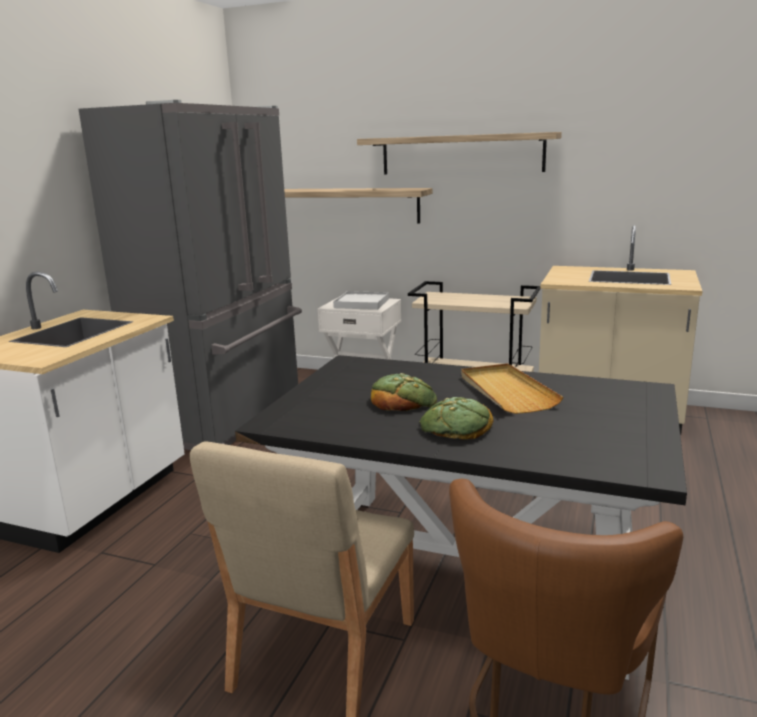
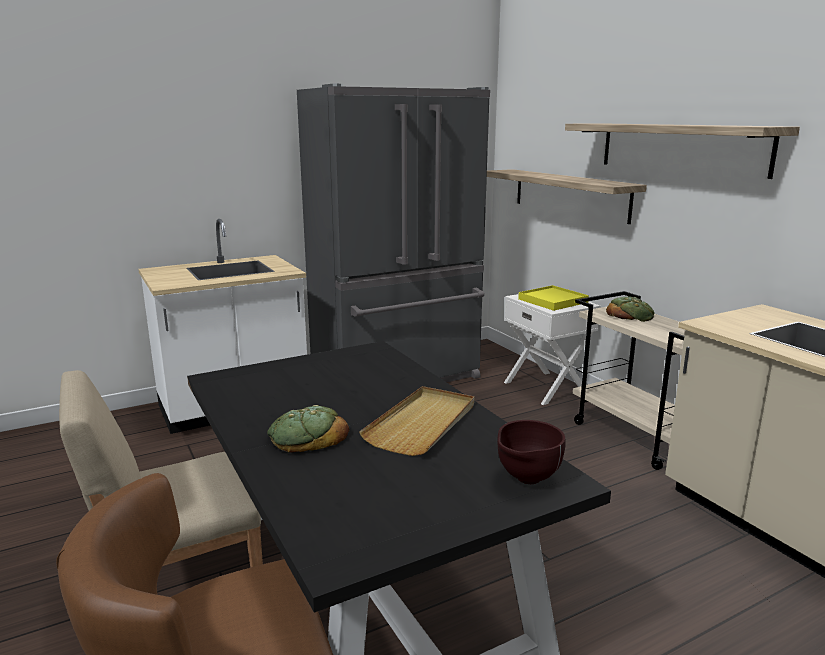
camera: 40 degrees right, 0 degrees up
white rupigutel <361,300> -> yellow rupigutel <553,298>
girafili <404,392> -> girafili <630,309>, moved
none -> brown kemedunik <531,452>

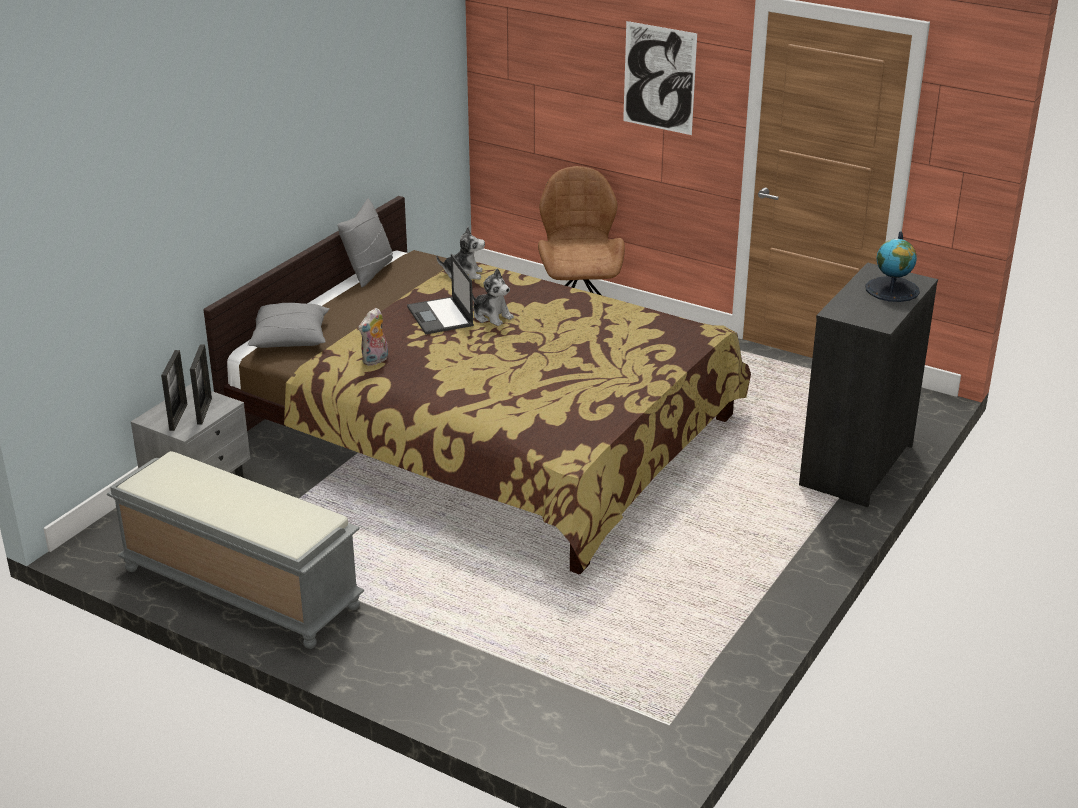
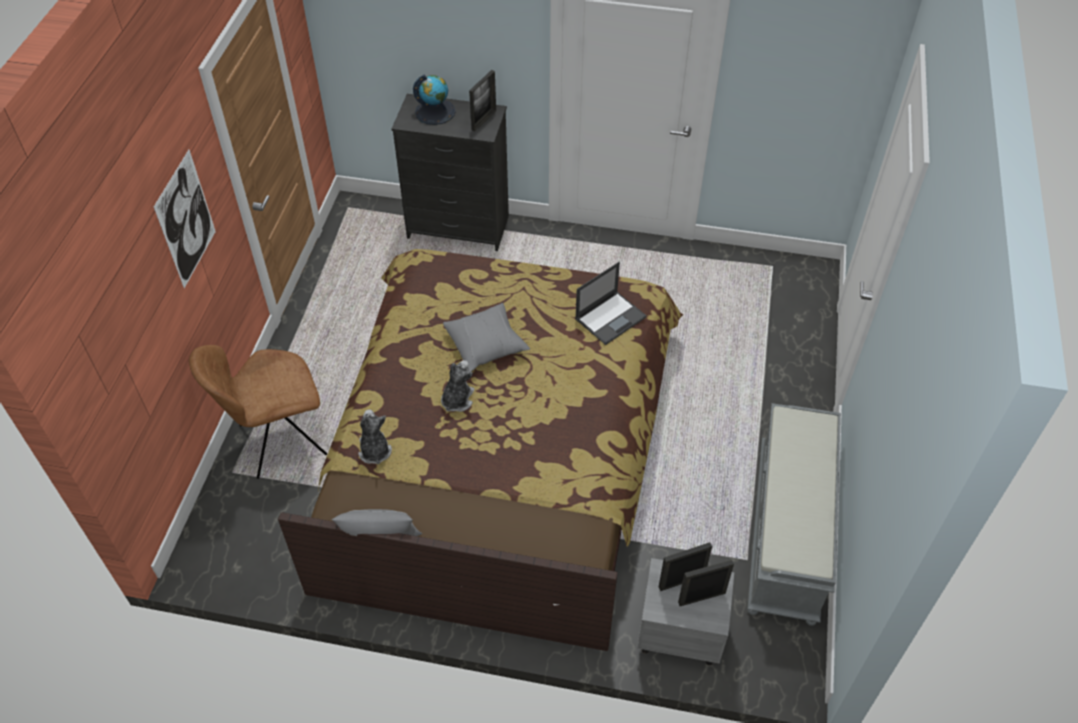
camera: 110 degrees left, 20 degrees up
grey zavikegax <289,325> -> grey zavikegax <486,337>, moved
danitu <373,337> -> none
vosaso <440,294> -> vosaso <611,303>, moved
none -> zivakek <482,100>

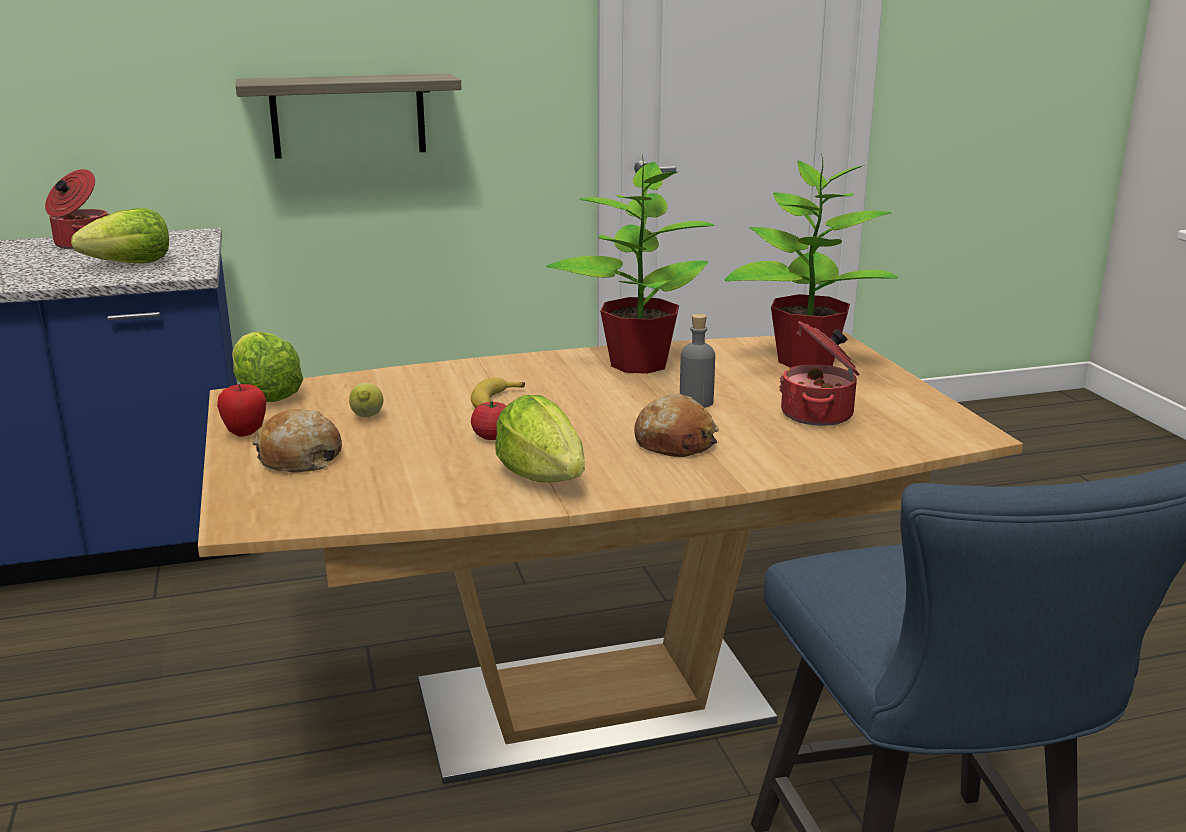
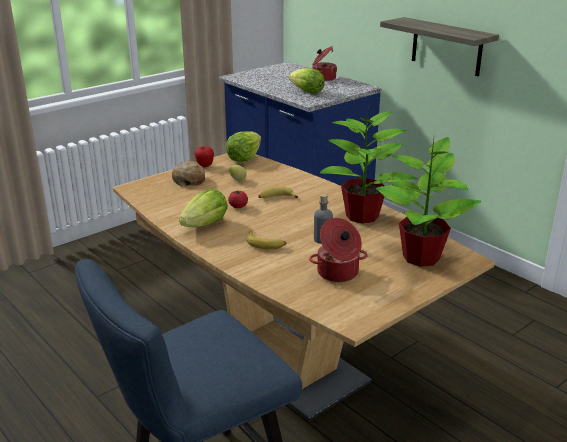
camera: 65 degrees right, 5 degrees up
girafili <676,425> -> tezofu <266,240>

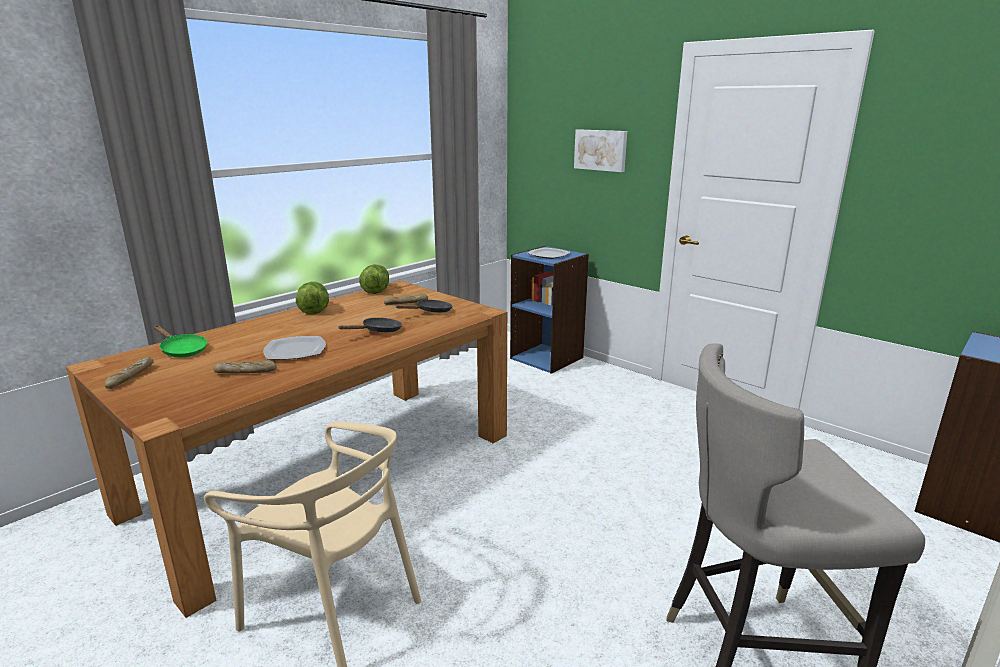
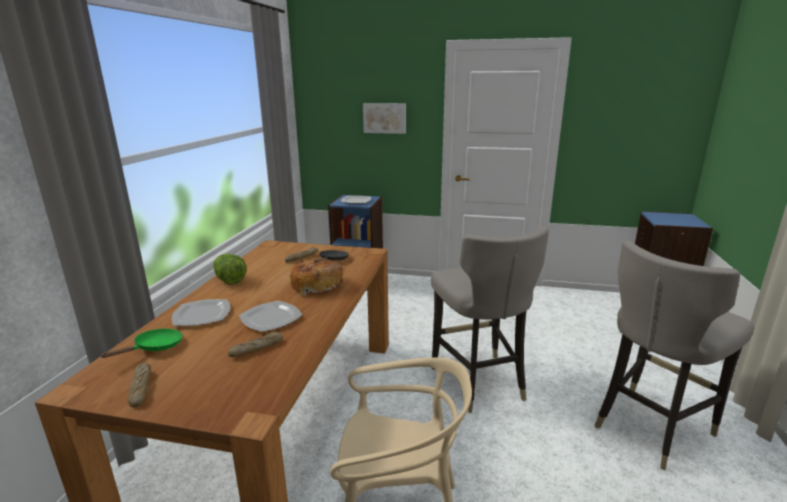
camera: 30 degrees left, 0 degrees up
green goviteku <180,341> -> green goviteku <142,343>, 60 degrees counterclockwise
black goviteku <370,325> -> girafili <316,278>
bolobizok <374,279> -> none
none -> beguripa <201,312>
none -> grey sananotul <490,319>

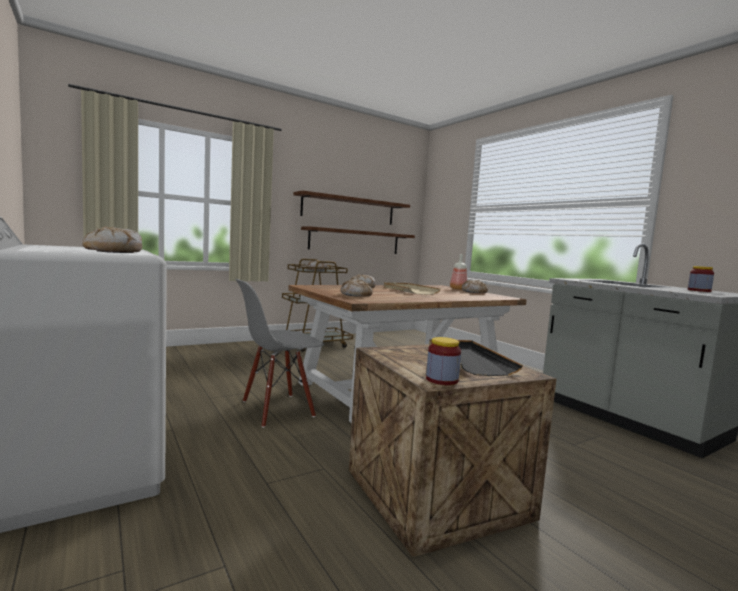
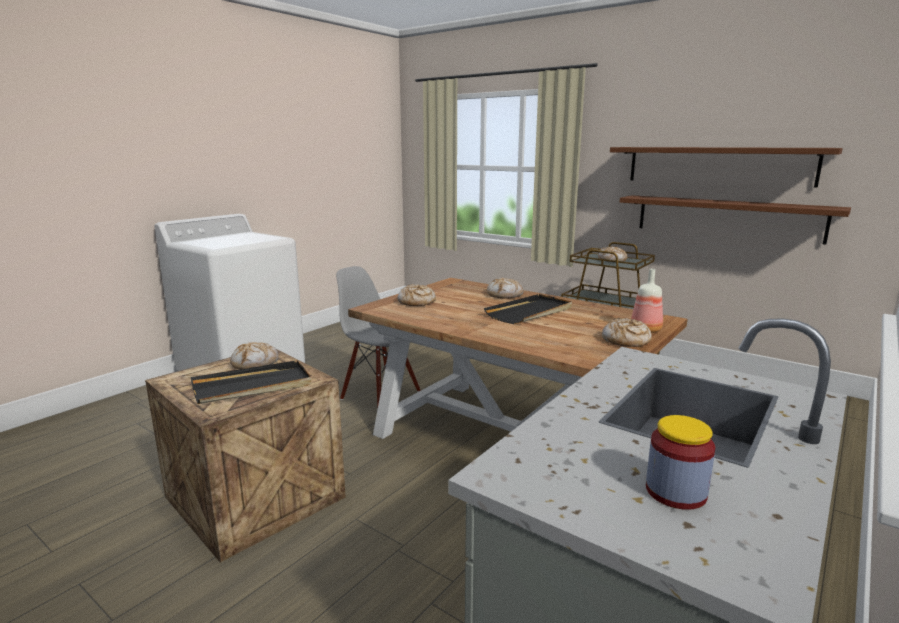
camera: 70 degrees right, 10 degrees up
girafili <112,239> -> girafili <254,355>, moved
beige rupigutel <412,288> -> black rupigutel <528,309>
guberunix <443,361> -> none

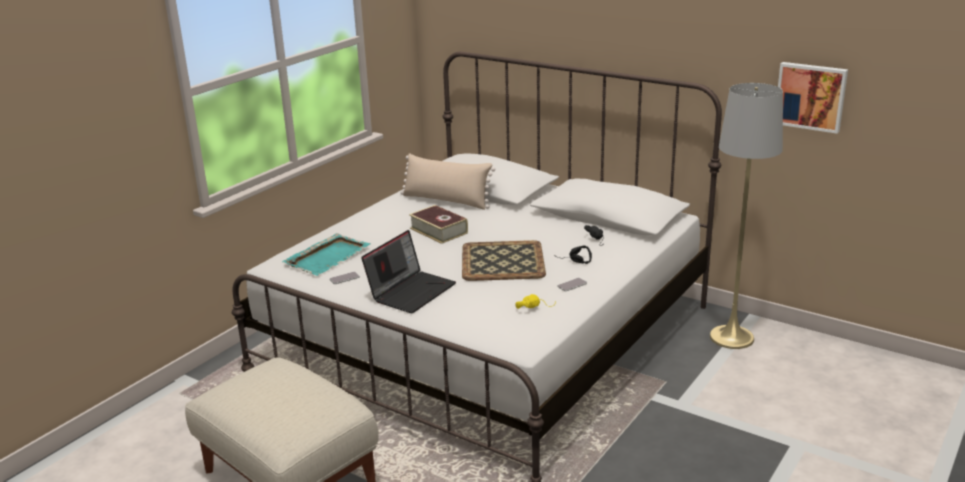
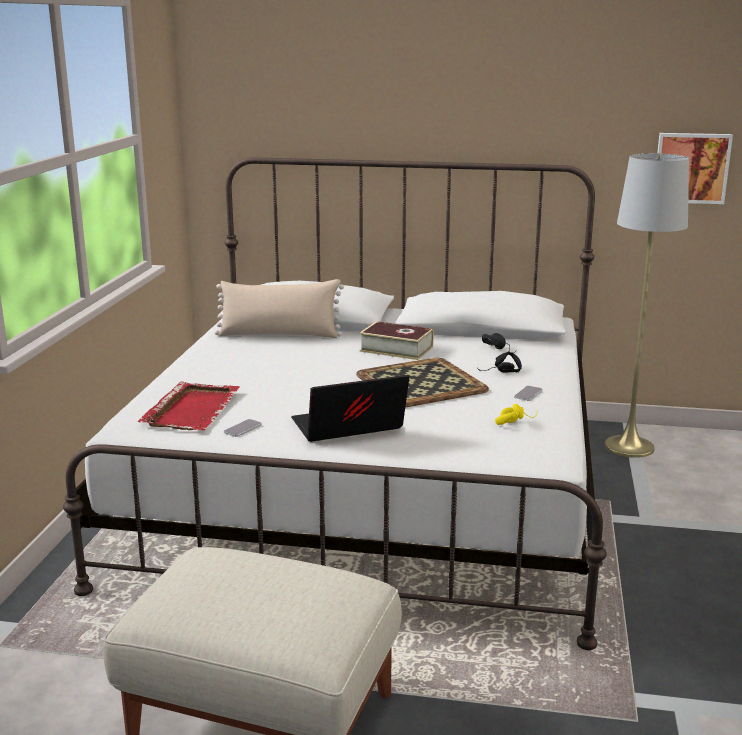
camera: 25 degrees left, 5 degrees down
turquoise rupigutel <326,254> -> red rupigutel <188,406>
vosaso <408,271> -> vosaso <350,408>, 120 degrees counterclockwise
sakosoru <438,224> -> sakosoru <396,340>, moved

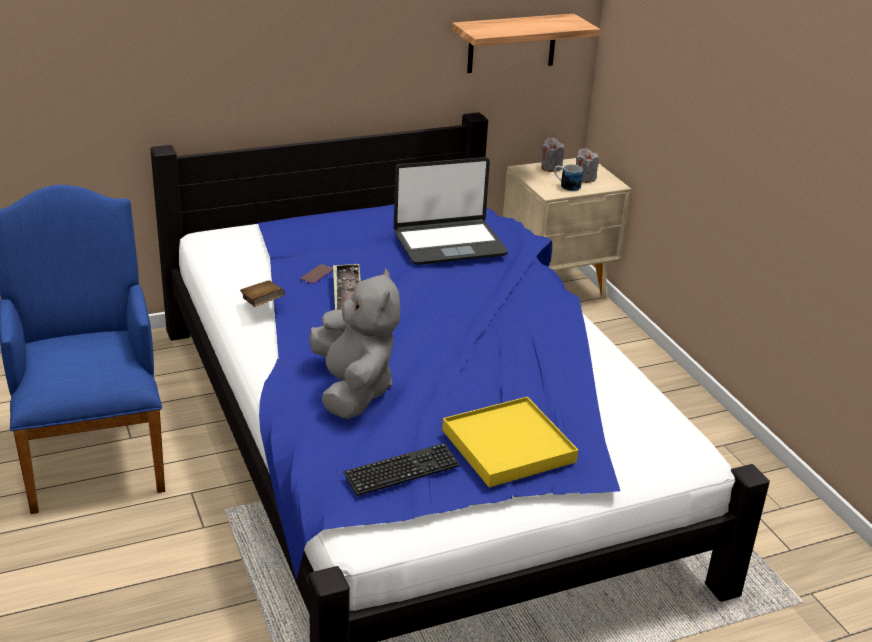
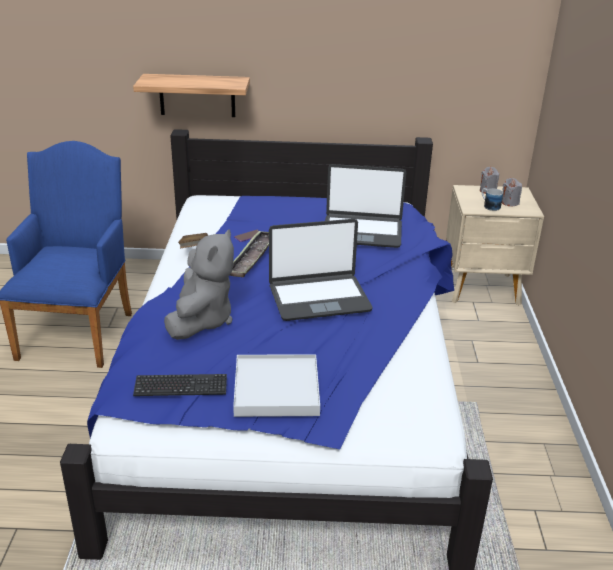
camera: 25 degrees right, 0 degrees up
yellow rupigutel <510,442> -> white rupigutel <276,385>
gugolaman <526,43> -> gugolaman <191,95>, moved
none -> vosaso <321,270>

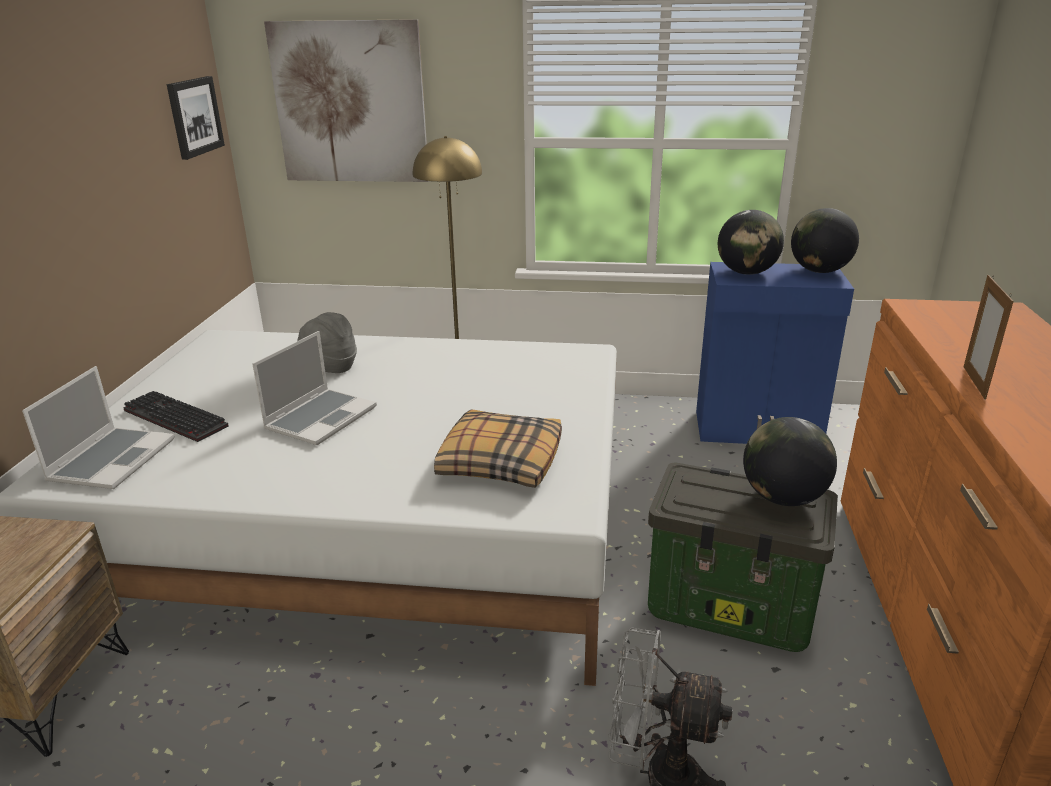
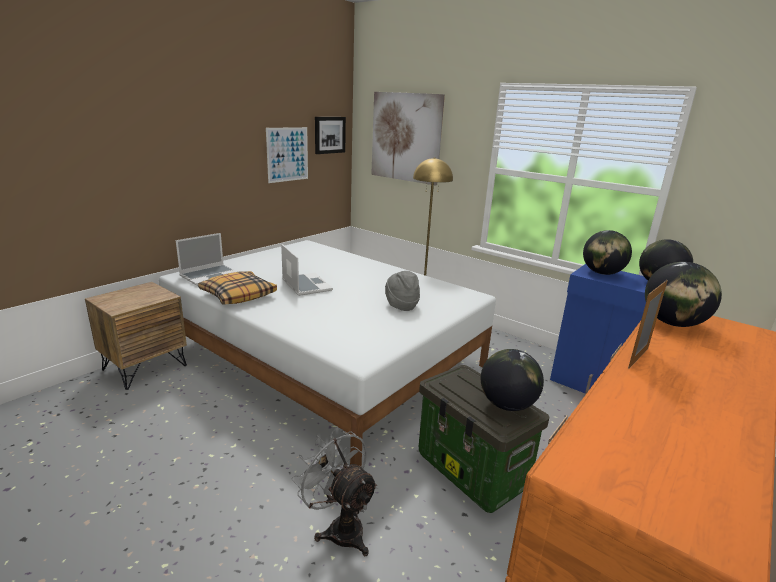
camera: 30 degrees right, 5 degrees down
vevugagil <176,416> -> none
vosaso <314,388> -> vosaso <307,270>, 90 degrees counterclockwise
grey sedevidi <327,342> -> grey sedevidi <402,291>, moved
zavikegax <498,448> -> zavikegax <237,288>, moved
none -> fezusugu <287,155>
none -> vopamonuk <683,294>

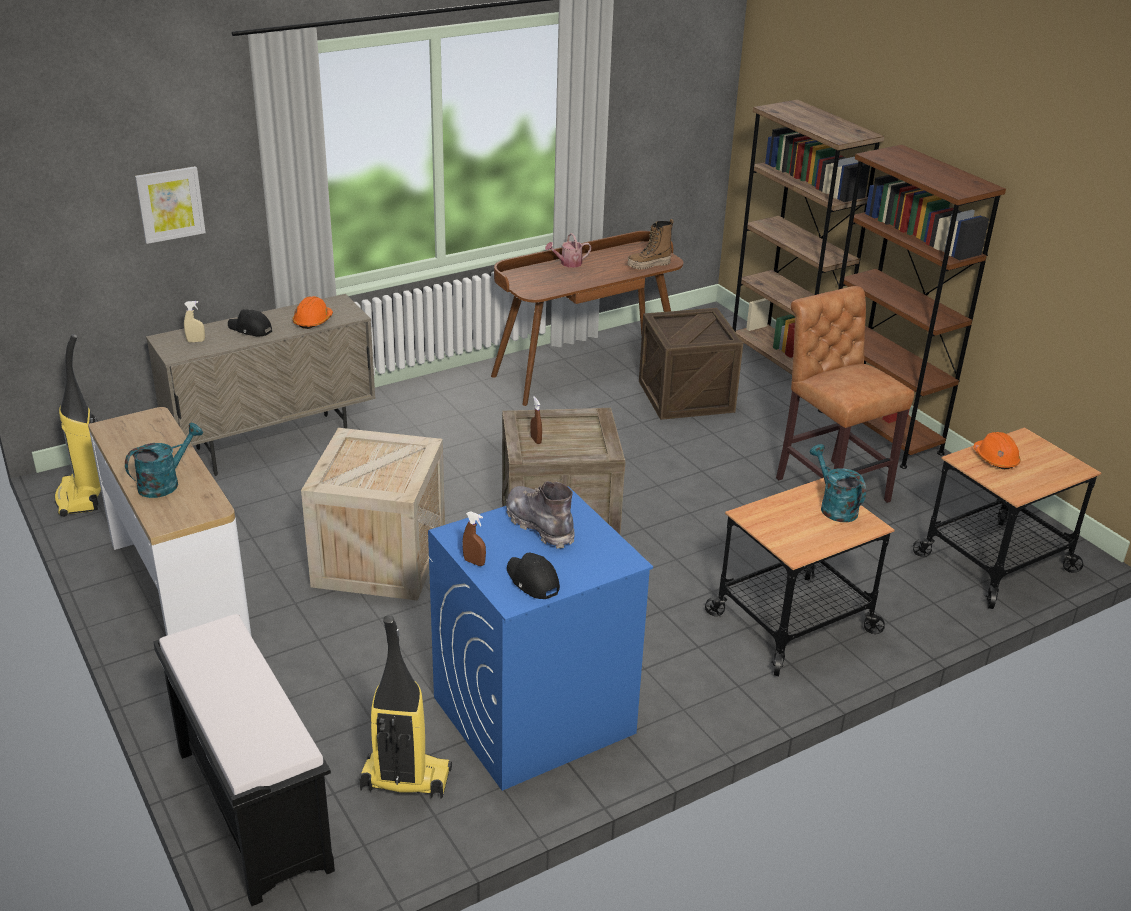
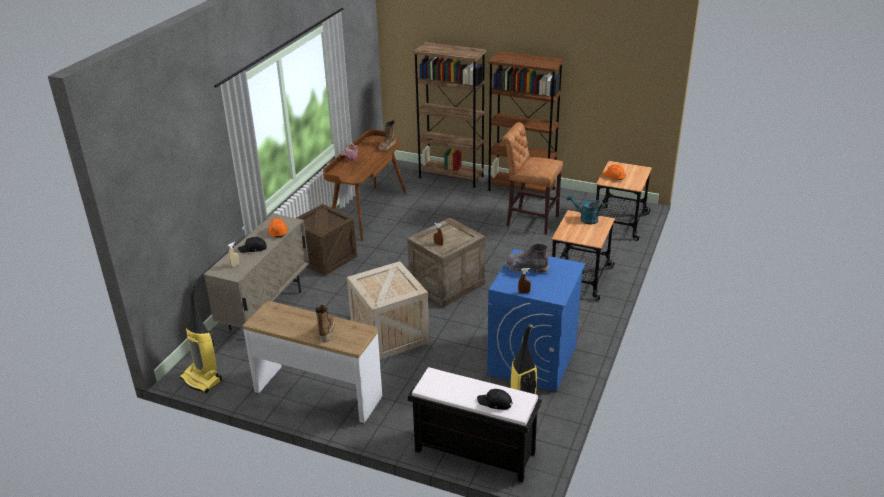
camera: 35 degrees left, 0 degrees up
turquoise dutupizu <164,460> -> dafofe <324,324>
fezusugu <170,205> -> none
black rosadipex <533,576> -> black rosadipex <495,399>, moved
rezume <691,364> -> rezume <327,240>, moved

